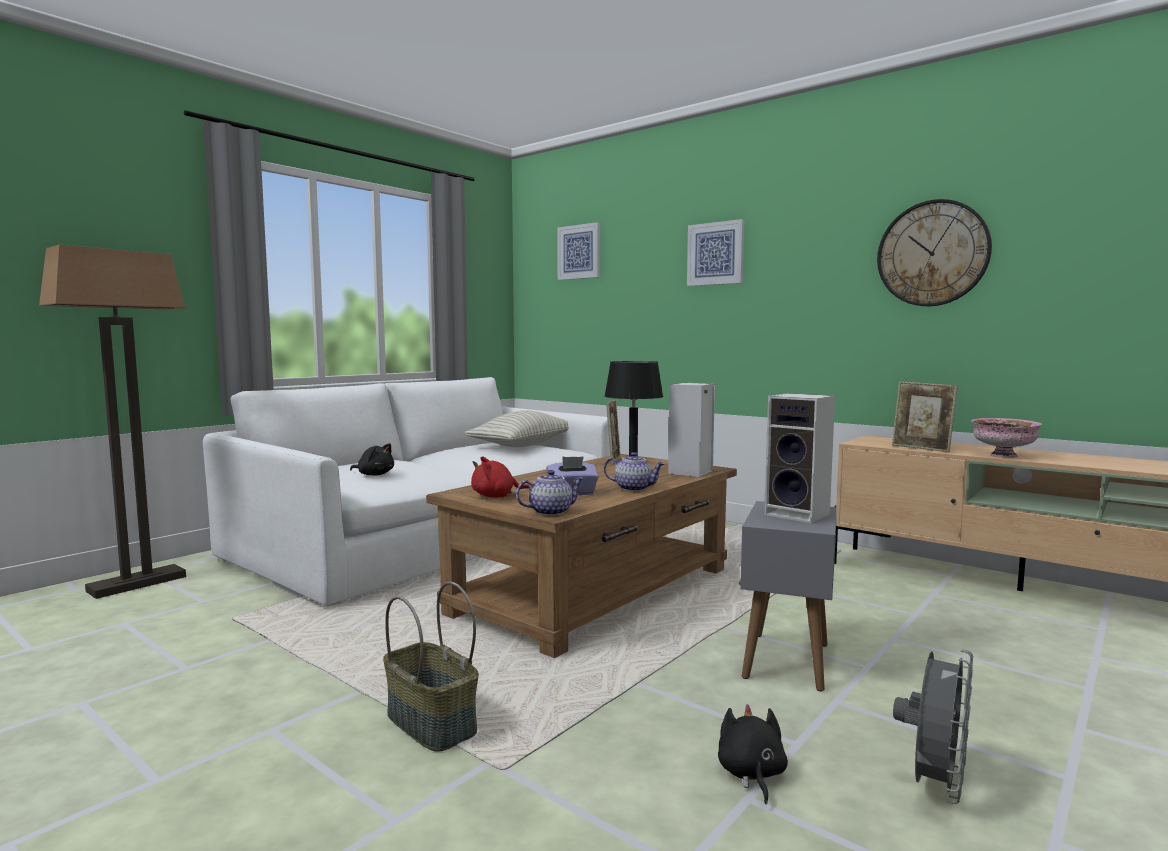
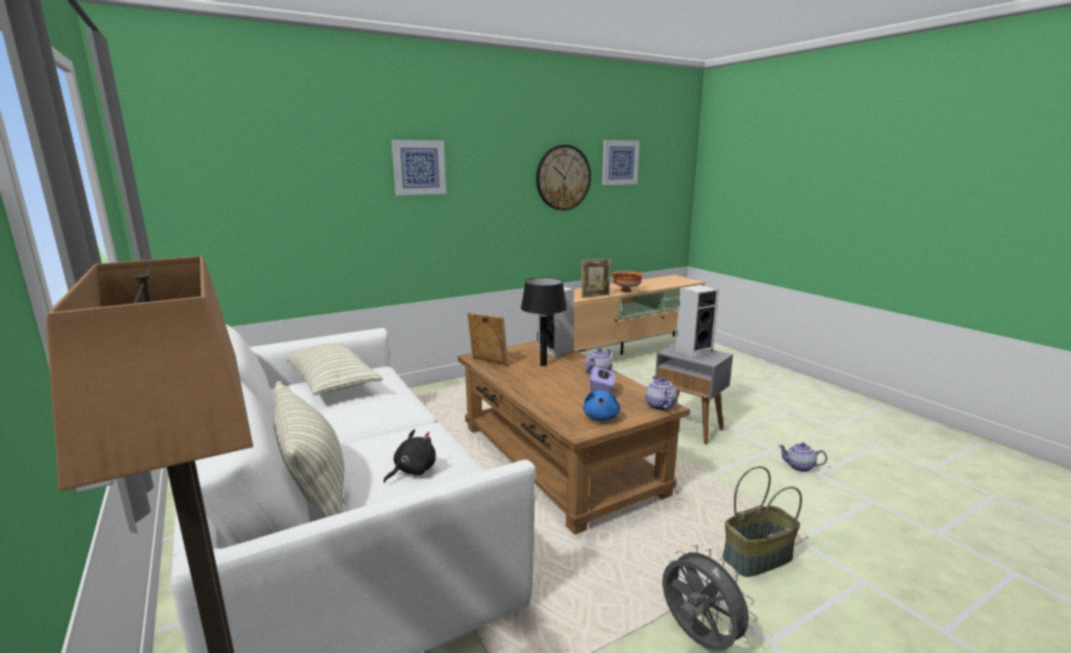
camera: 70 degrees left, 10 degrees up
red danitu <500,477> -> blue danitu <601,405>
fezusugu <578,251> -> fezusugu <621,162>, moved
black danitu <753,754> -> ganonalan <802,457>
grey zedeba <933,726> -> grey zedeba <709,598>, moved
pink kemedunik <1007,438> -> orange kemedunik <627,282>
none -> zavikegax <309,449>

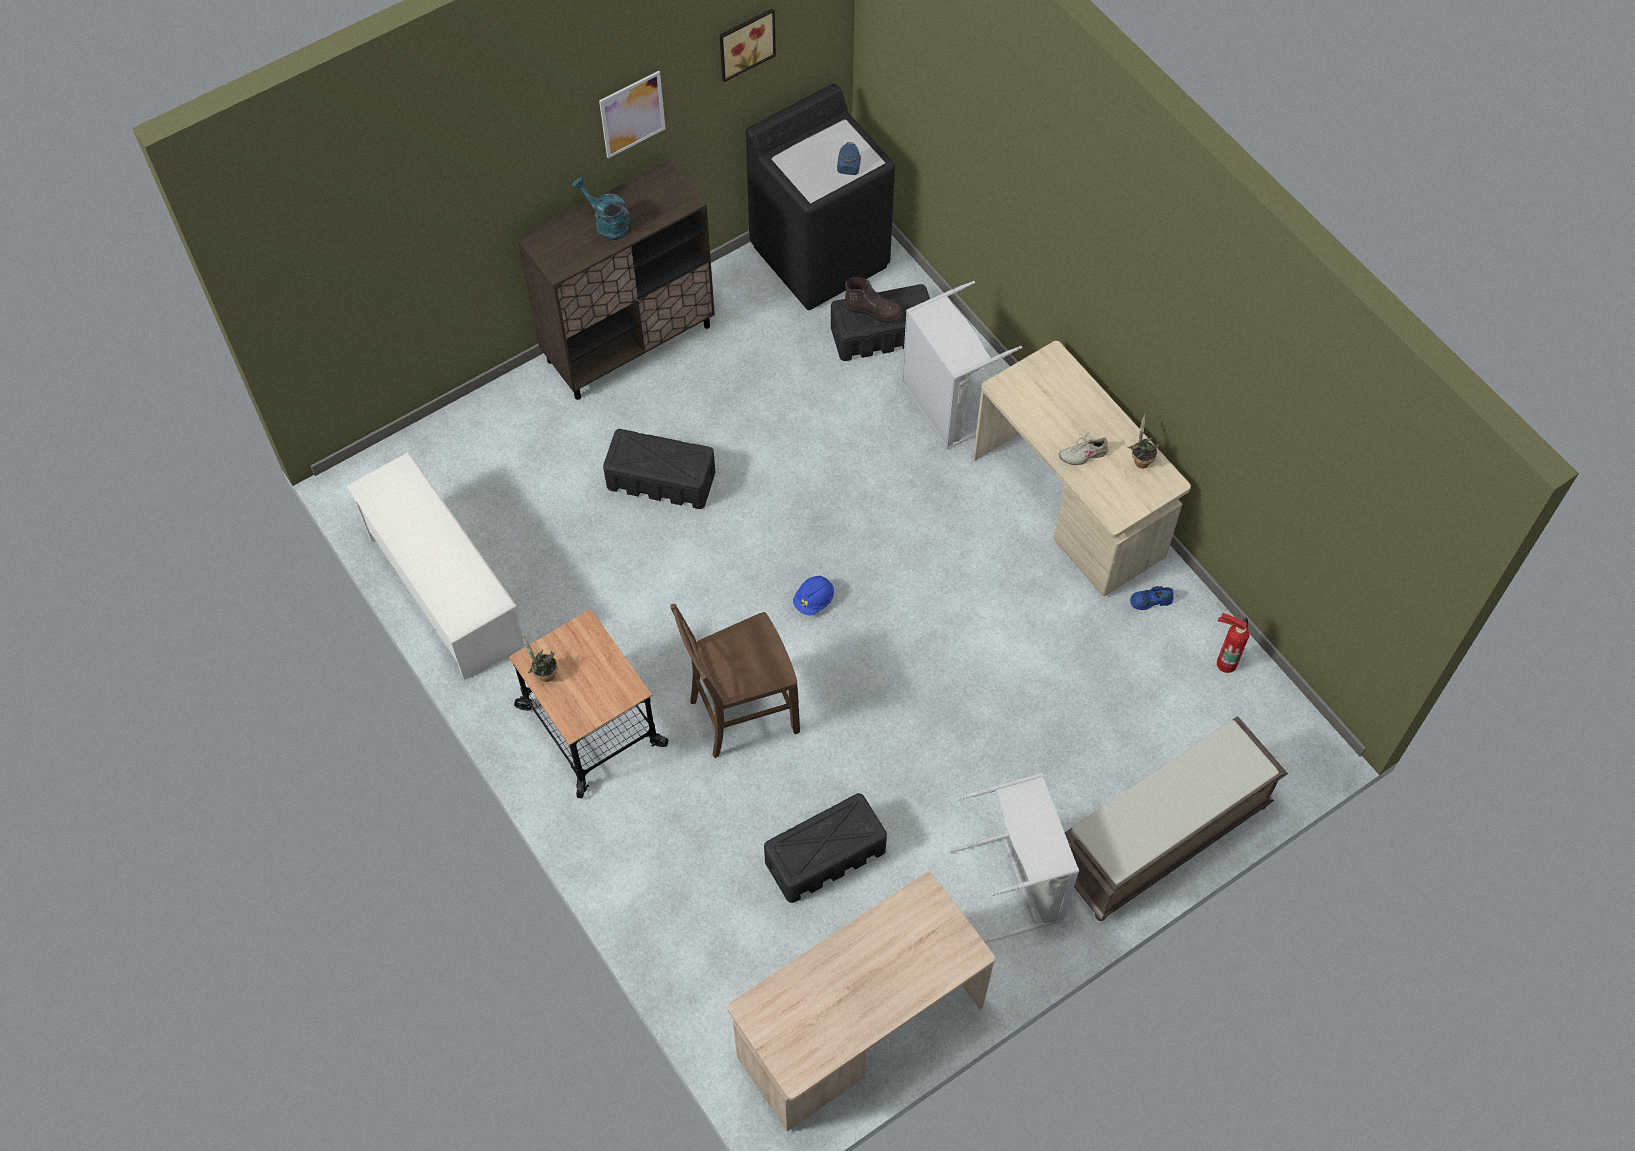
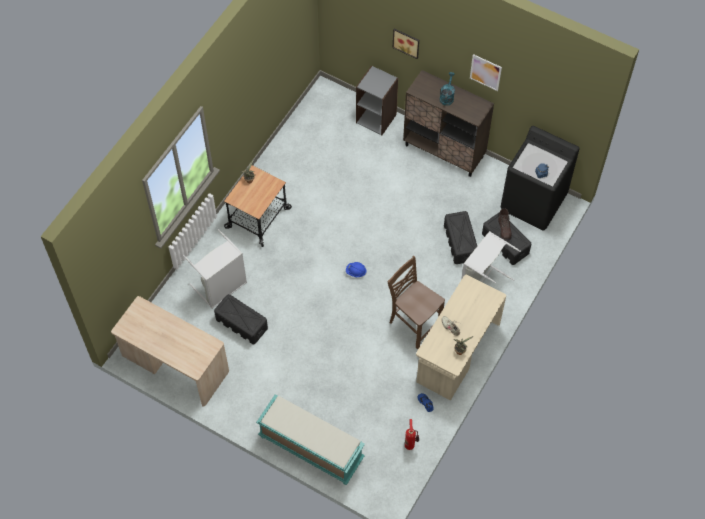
camera: 65 degrees right, 0 degrees up
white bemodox <436,566> -> none
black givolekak <659,469> -> black givolekak <460,237>, moved
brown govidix <735,681> -> brown govidix <416,302>, moved
fezusugu <748,45> -> fezusugu <406,44>, moved
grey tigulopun <1014,858> -> grey tigulopun <215,269>, moved
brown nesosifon <1176,818> -> turquoise nesosifon <310,439>
none -> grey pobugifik <377,100>

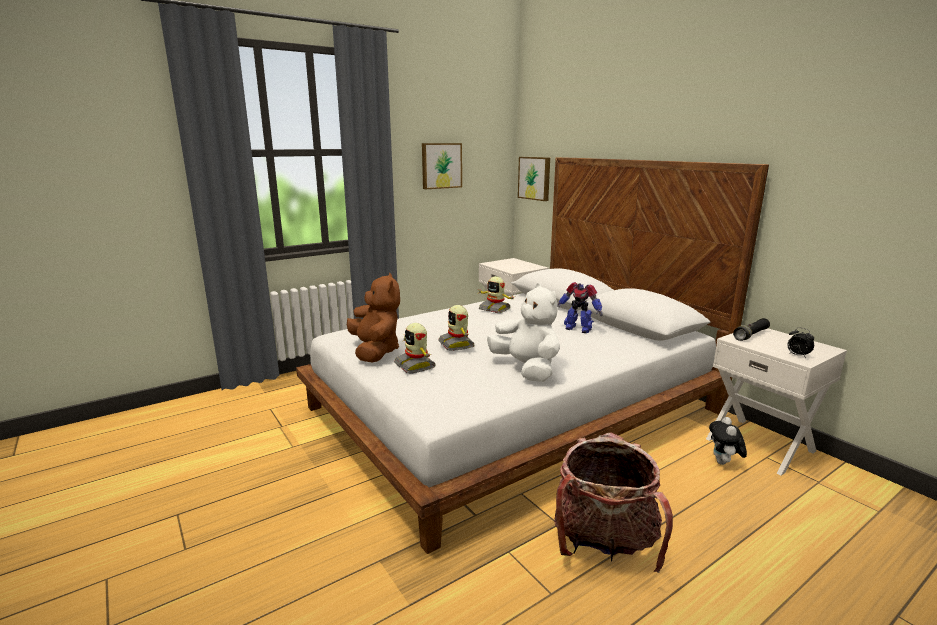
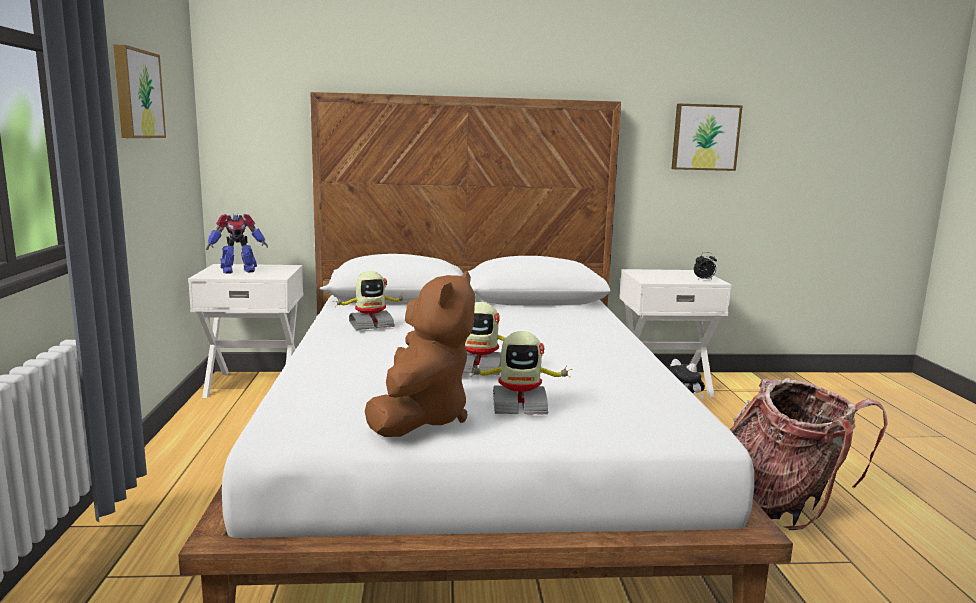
camera: 60 degrees left, 5 degrees down
brown danitu <373,318> -> brown danitu <420,354>, 90 degrees clockwise
white danitu <523,332> -> none
fezusugu <534,179> -> fezusugu <707,137>, moved
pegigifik <580,307> -> pegigifik <237,244>, moved
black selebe <751,329> -> none

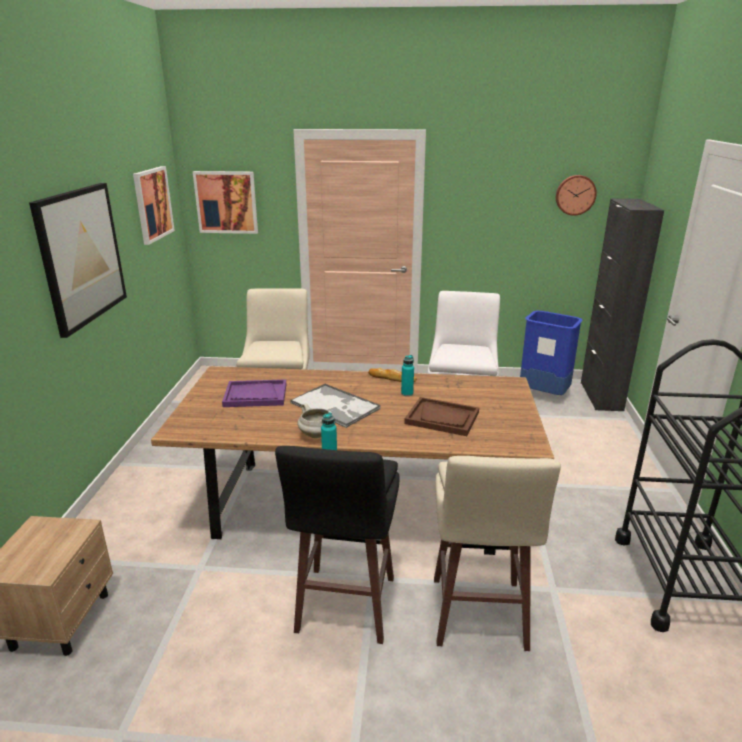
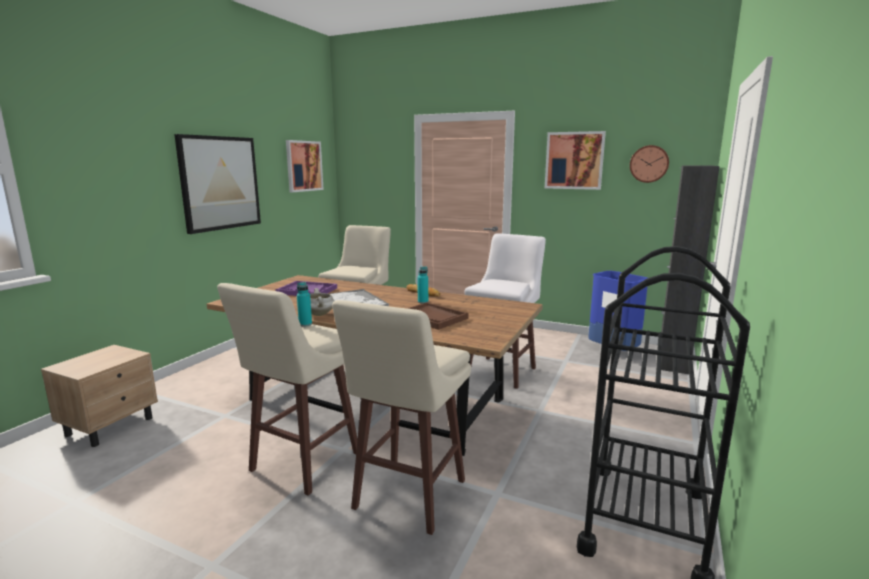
camera: 20 degrees right, 10 degrees down
fezusugu <225,202> -> fezusugu <575,160>, moved
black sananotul <337,545> -> beige sananotul <287,389>

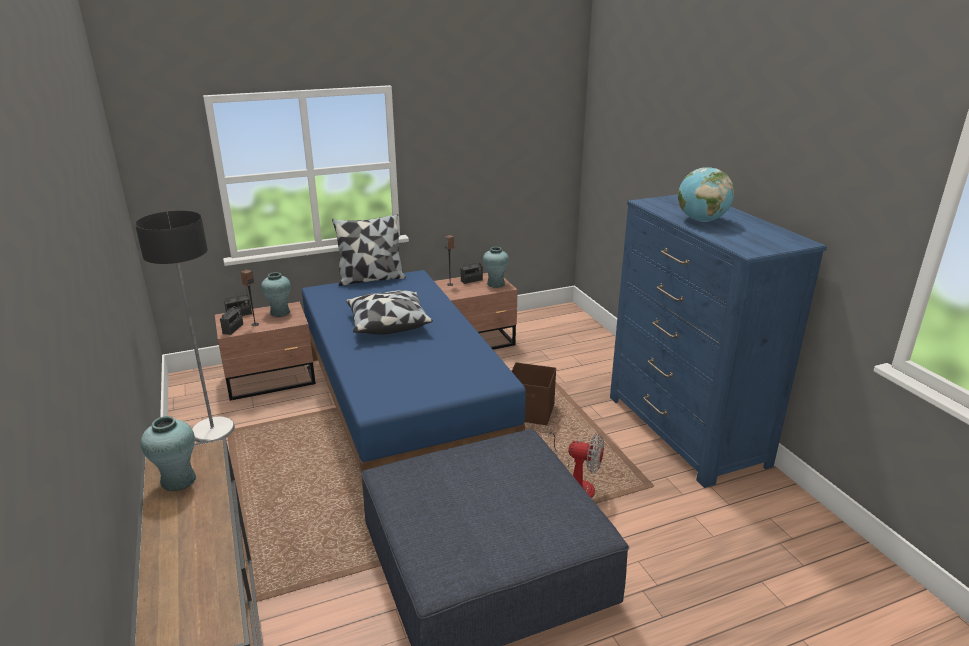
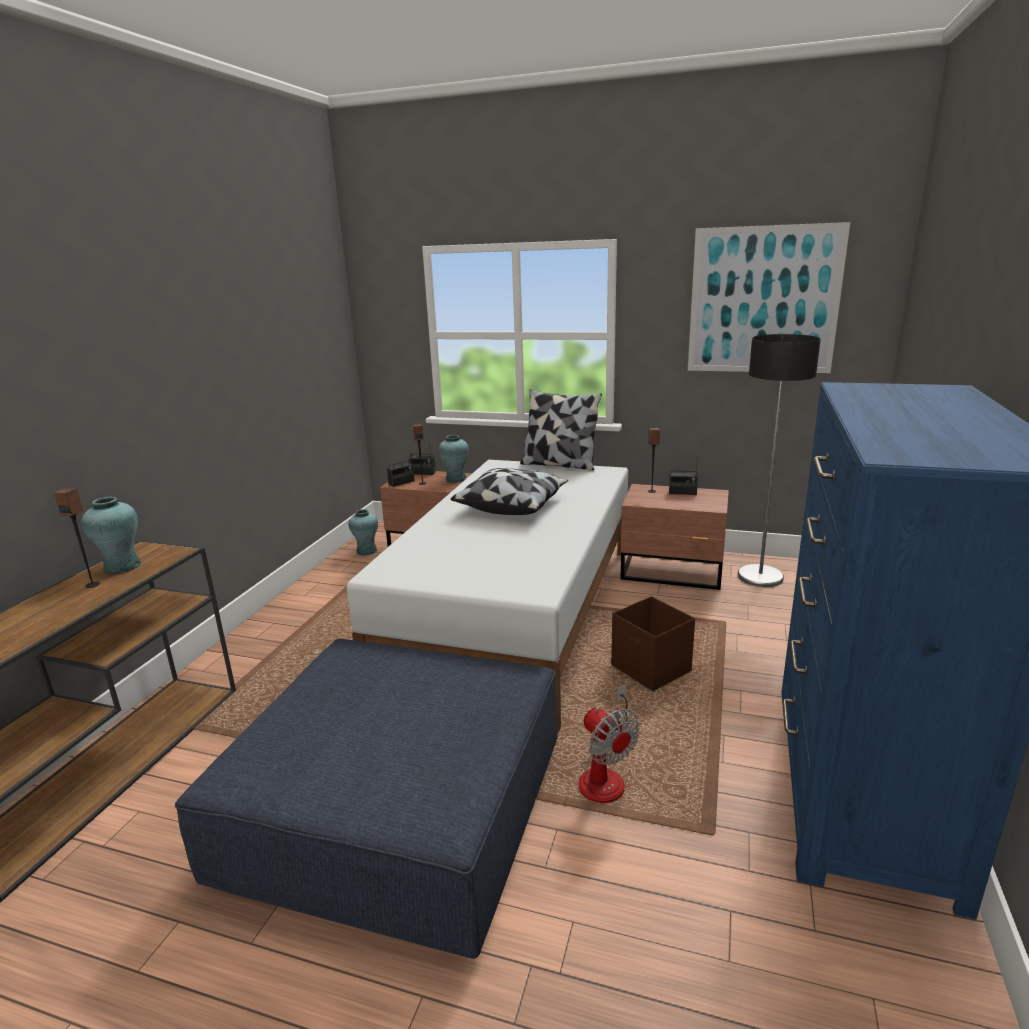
camera: 40 degrees right, 5 degrees down
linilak <185,327> -> linilak <779,460>, moved
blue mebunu <414,384> -> white mebunu <487,596>
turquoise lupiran <496,267> -> turquoise lupiran <363,532>, moved
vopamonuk <706,194> -> none
none -> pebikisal <77,538>
none -> fezusugu <769,297>

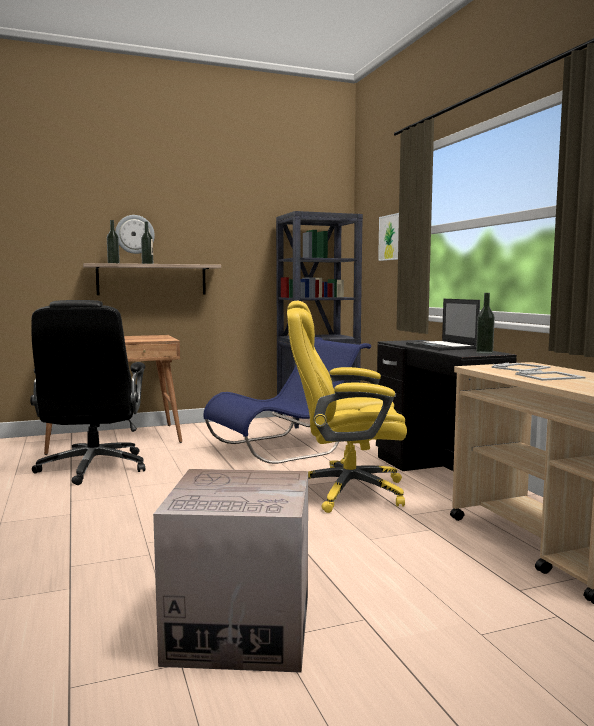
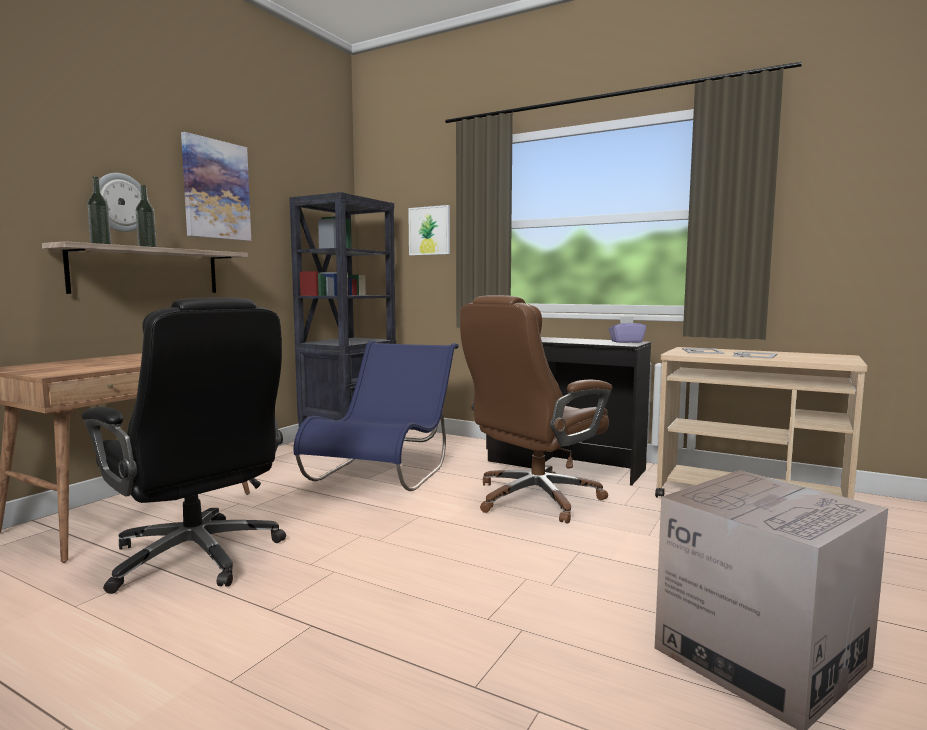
camera: 40 degrees left, 0 degrees up
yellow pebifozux <347,407> -> brown pebifozux <536,409>
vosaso <443,325> -> none
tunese <485,323> -> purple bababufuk <627,330>
none -> fezusugu <216,186>

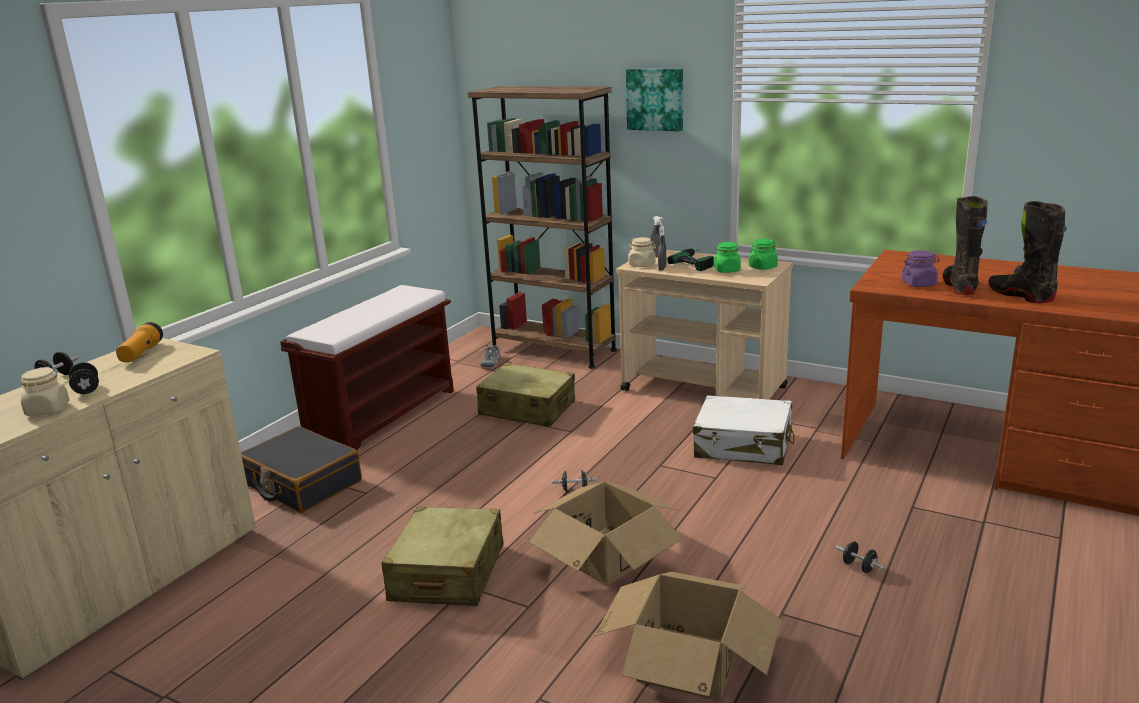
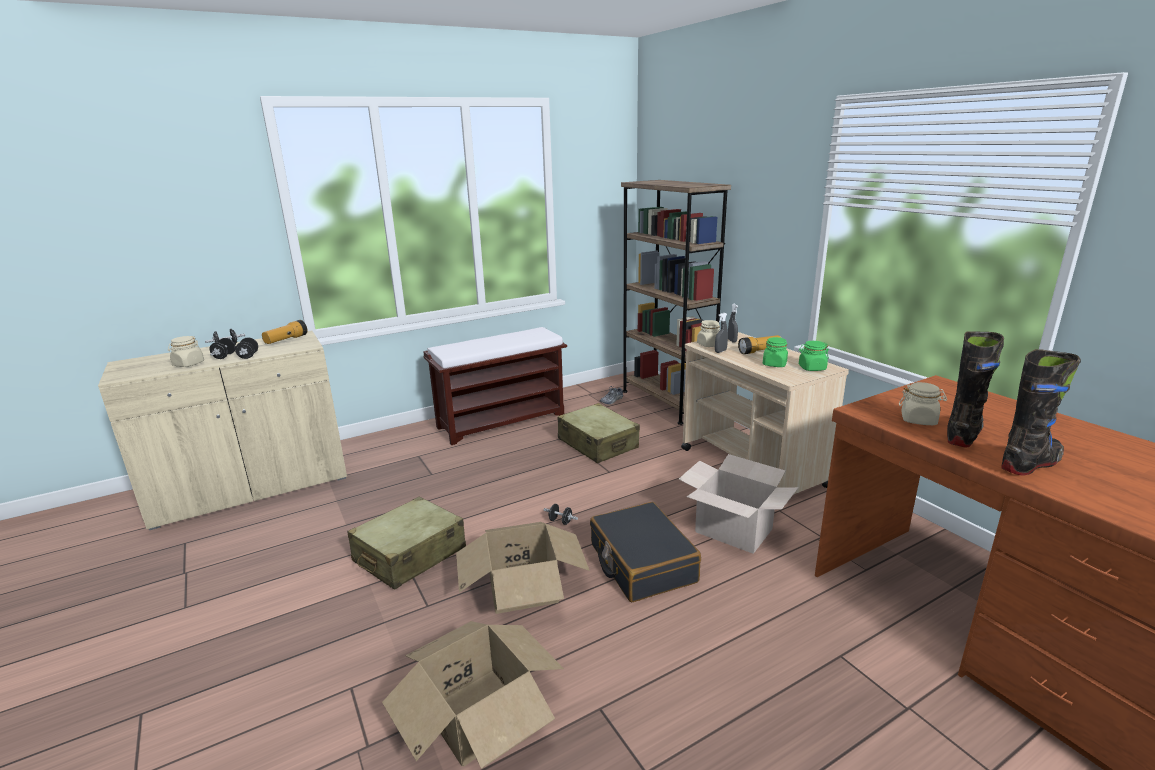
camera: 30 degrees right, 0 degrees up
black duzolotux <301,469> -> black duzolotux <645,552>, moved
fezusugu <654,100> -> none
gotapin <690,260> -> selebe <759,344>
white duzolotux <743,430> -> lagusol <739,504>
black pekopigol <860,557> -> black pekopigol <246,348>, moved
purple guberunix <921,268> -> beige guberunix <923,403>
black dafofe <1027,252> -> black dafofe <1041,412>, 60 degrees clockwise

